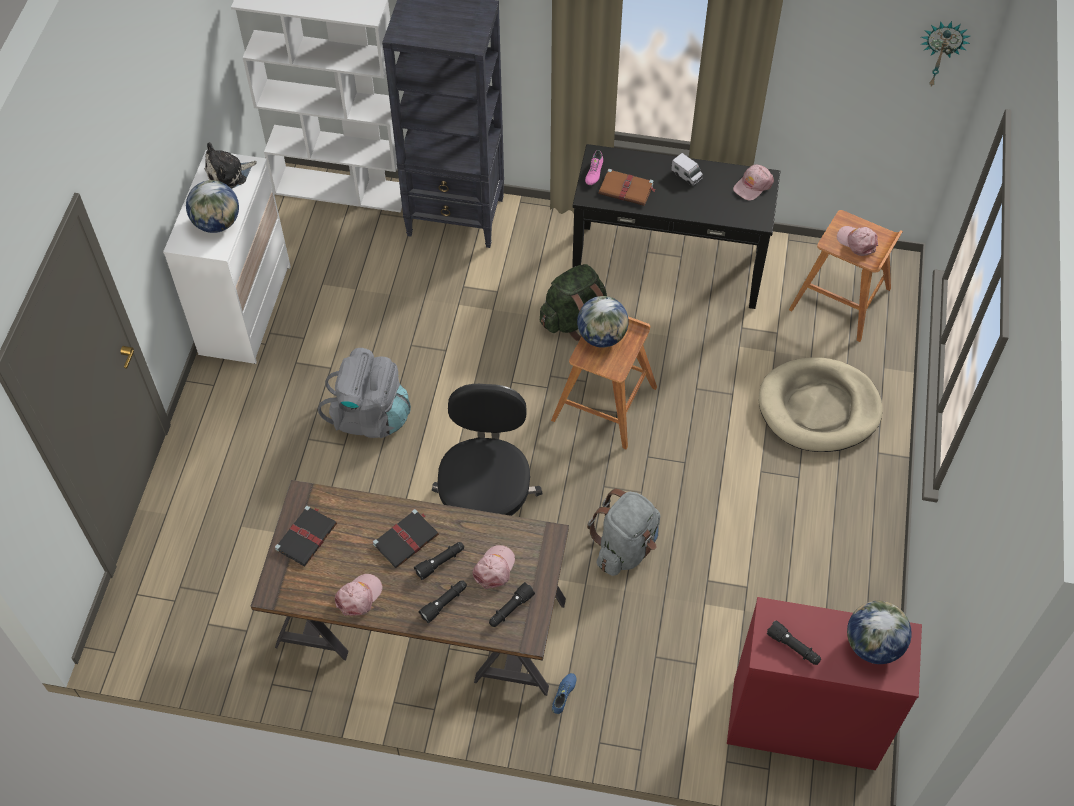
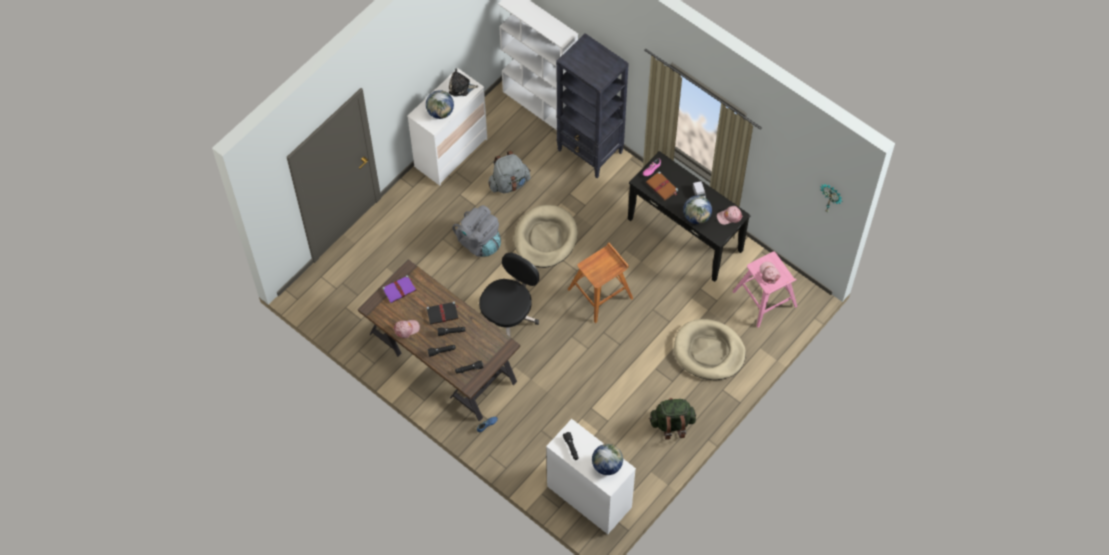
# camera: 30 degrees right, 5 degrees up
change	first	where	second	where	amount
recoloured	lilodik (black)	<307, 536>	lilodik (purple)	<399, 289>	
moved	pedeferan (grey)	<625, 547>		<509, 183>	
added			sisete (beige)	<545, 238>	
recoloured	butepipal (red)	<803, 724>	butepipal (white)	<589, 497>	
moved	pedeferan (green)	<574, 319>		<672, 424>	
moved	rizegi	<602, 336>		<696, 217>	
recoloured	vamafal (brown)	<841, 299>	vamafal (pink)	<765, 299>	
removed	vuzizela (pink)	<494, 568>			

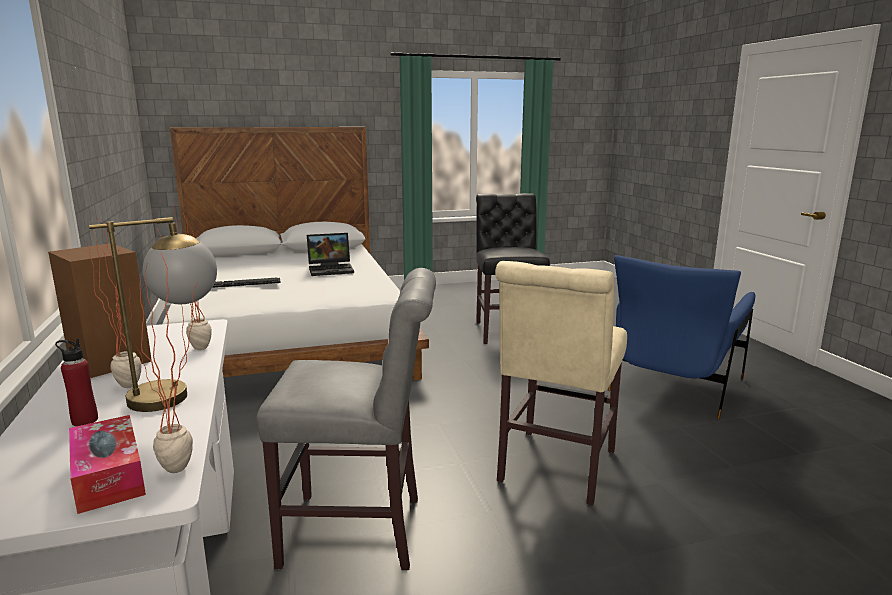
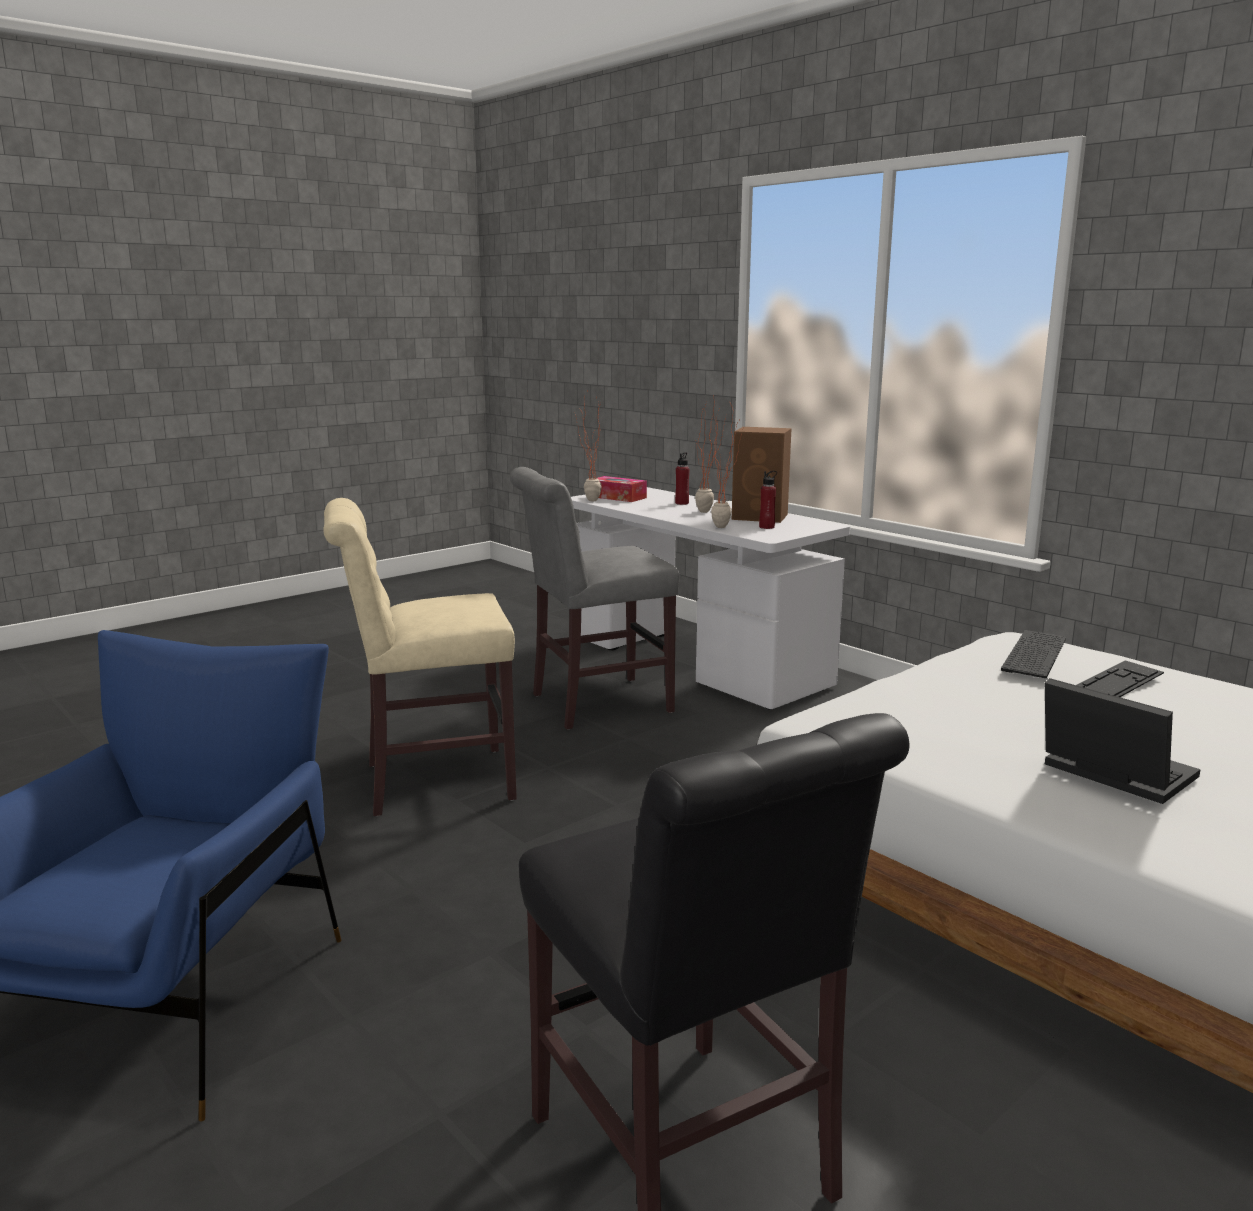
# camera: 155 degrees right, 0 degrees up
change	first	where	second	where	amount
turned	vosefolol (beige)	<554, 469>		<429, 782>	105 degrees counterclockwise
added			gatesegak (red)	<767, 527>	
added			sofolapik	<1032, 653>	
turned	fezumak	<332, 269>		<1110, 773>	90 degrees clockwise
removed	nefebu	<179, 393>			

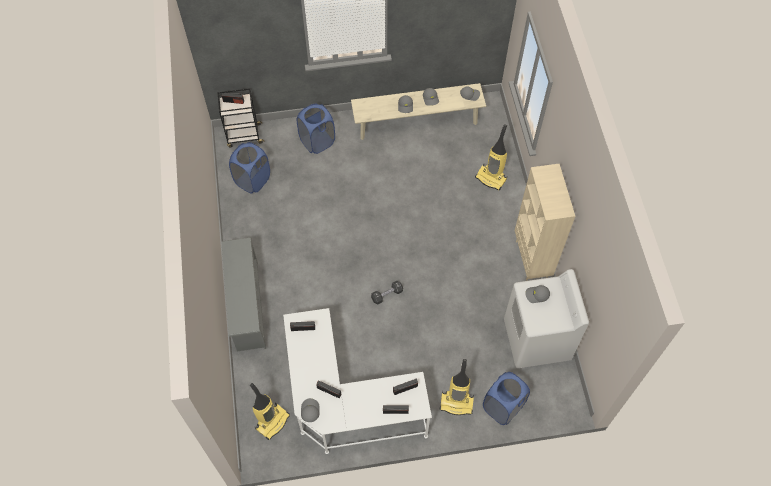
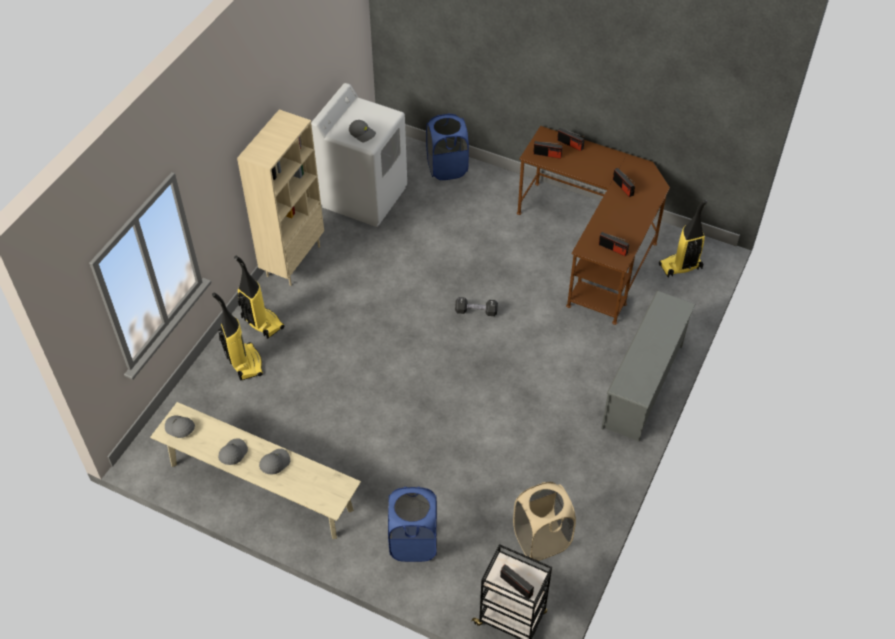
# camera: 145 degrees left, 10 degrees down
change	first	where	second	where	amount
moved	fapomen	<457, 403>		<261, 323>	
recoloured	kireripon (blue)	<252, 180>	kireripon (beige)	<541, 539>	
recoloured	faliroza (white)	<345, 403>	faliroza (brown)	<595, 244>	
removed	vuzizela (grey)	<309, 411>			

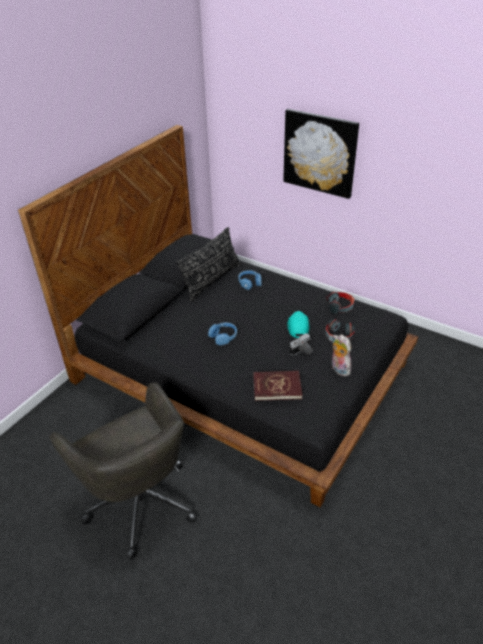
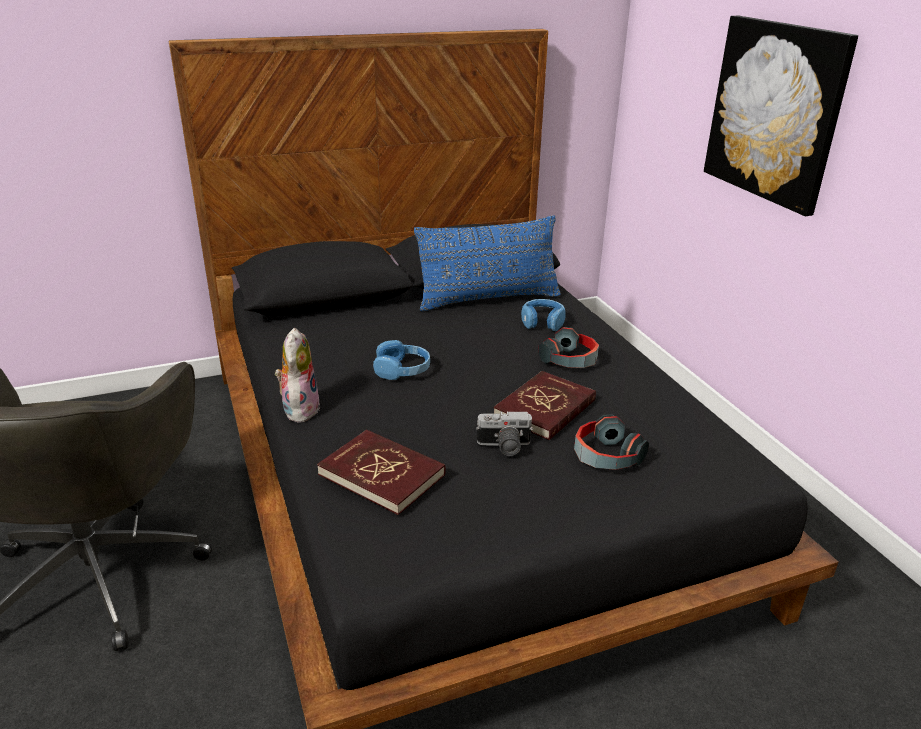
# camera: 35 degrees right, 10 degrees down
change	first	where	second	where	amount
moved	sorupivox	<338, 369>		<299, 409>	
recoloured	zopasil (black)	<212, 280>	zopasil (blue)	<488, 299>	
replaced	vuzizela (turquoise)	<297, 326>	lilodik (red)	<545, 408>	
moved	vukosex	<340, 306>		<570, 360>	

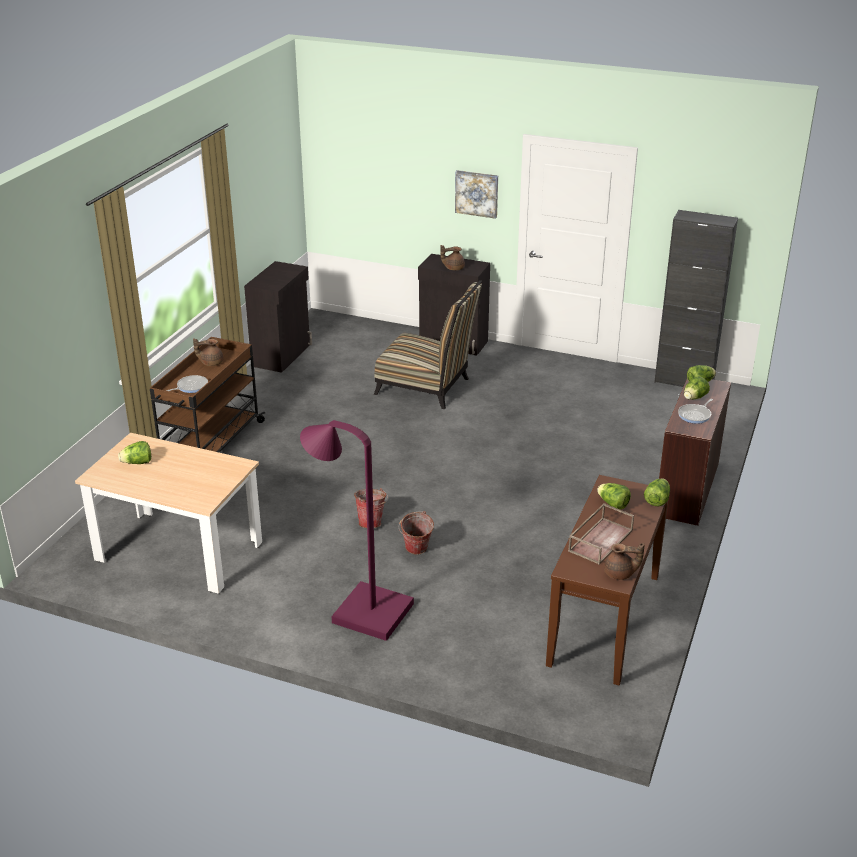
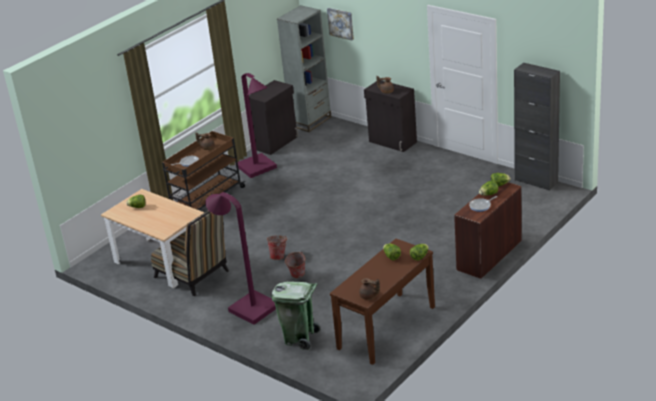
# camera: 20 degrees right, 0 degrees up
change	first	where	second	where	amount
moved	vosefolol	<428, 388>		<195, 276>	
added			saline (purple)	<259, 169>	
added			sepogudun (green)	<300, 338>	
added			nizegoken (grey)	<310, 121>	
moved	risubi	<477, 193>		<341, 23>	
removed	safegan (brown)	<600, 540>			

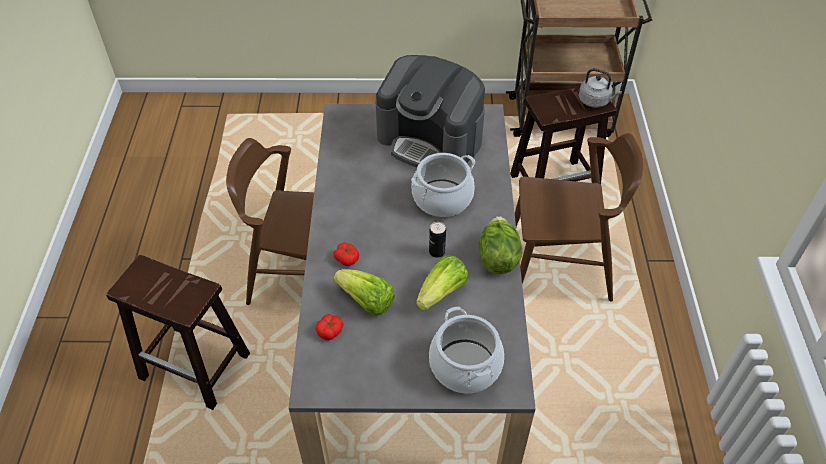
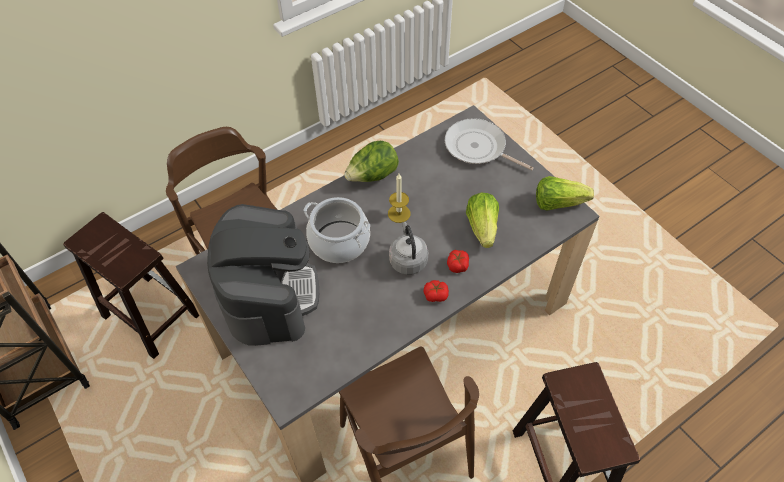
# camera: 125 degrees left, 5 degrees up
change	first	where	second	where	amount
replaced	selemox	<437, 252>	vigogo	<399, 213>	
moved	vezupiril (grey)	<595, 101>		<408, 259>	
moved	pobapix	<330, 331>		<435, 294>	
replaced	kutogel	<465, 366>	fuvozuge	<478, 148>	
moved	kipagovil	<442, 292>		<558, 203>	

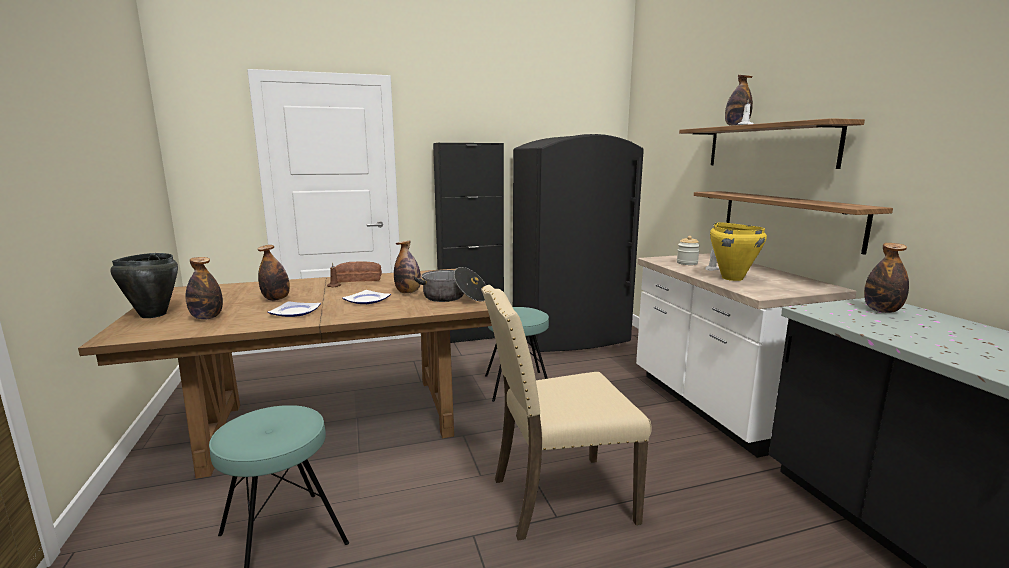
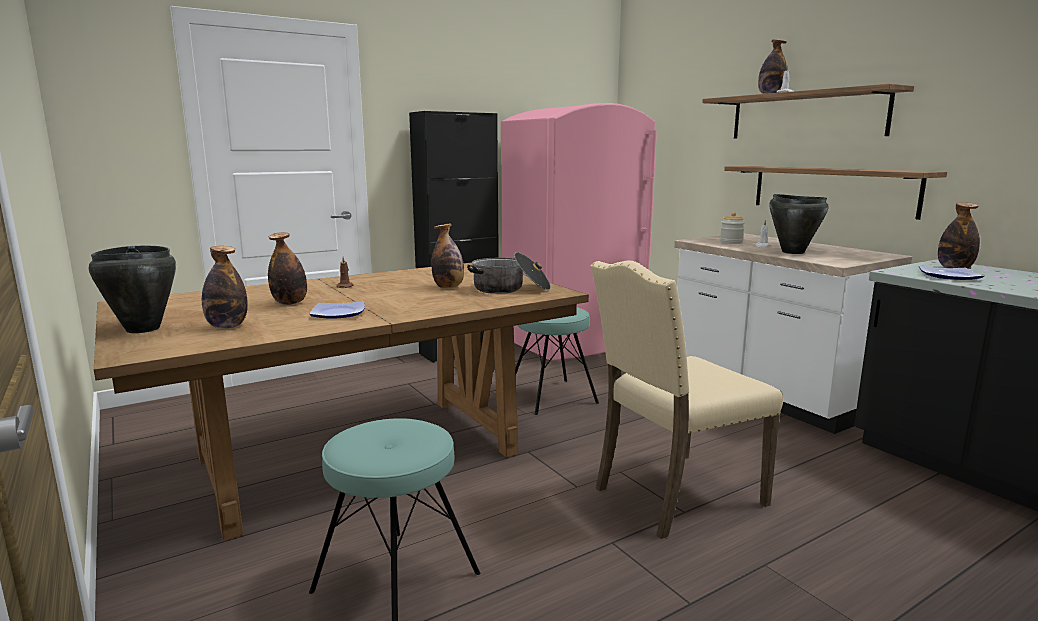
# camera: 15 degrees left, 0 degrees up
change	first	where	second	where	amount
recoloured	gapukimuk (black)	<570, 336>	gapukimuk (pink)	<574, 342>	
recoloured	kutogel (yellow)	<732, 278>	kutogel (black)	<792, 252>	
moved	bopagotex	<366, 300>		<948, 276>	
removed	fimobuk	<358, 279>			

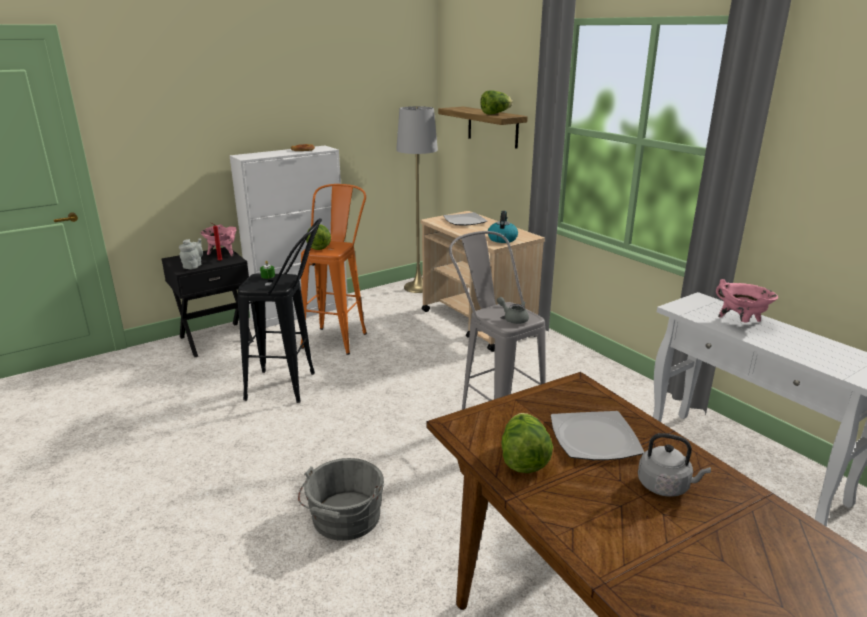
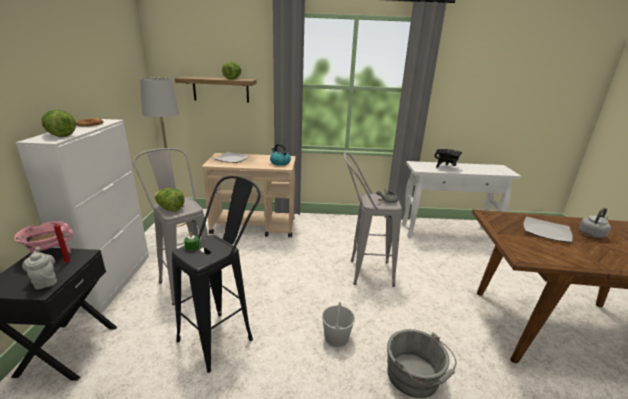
# camera: 55 degrees left, 0 degrees up
change	first	where	second	where	amount
moved	kipagovil	<523, 459>		<60, 135>	
recoloured	vamafal (orange)	<338, 336>	vamafal (grey)	<185, 280>	
added			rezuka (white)	<336, 337>	
recoloured	kutogel (pink)	<741, 323>	kutogel (black)	<445, 167>	

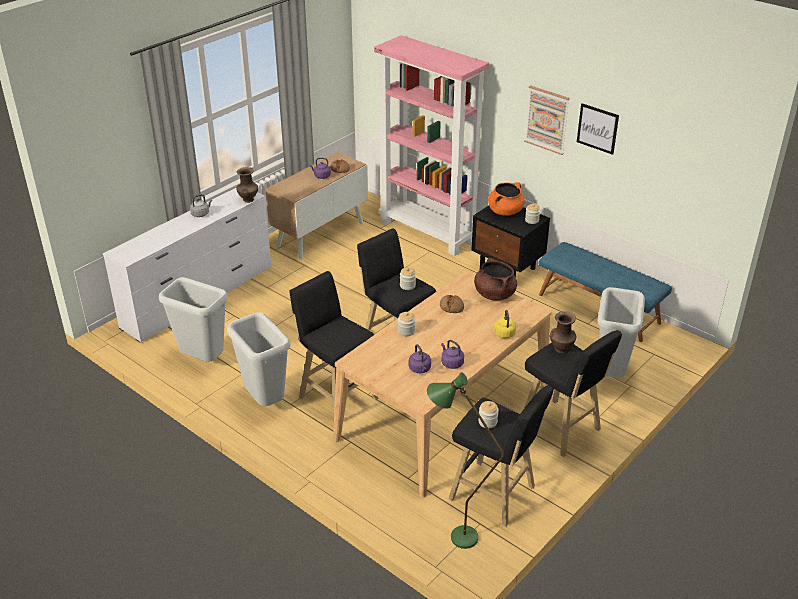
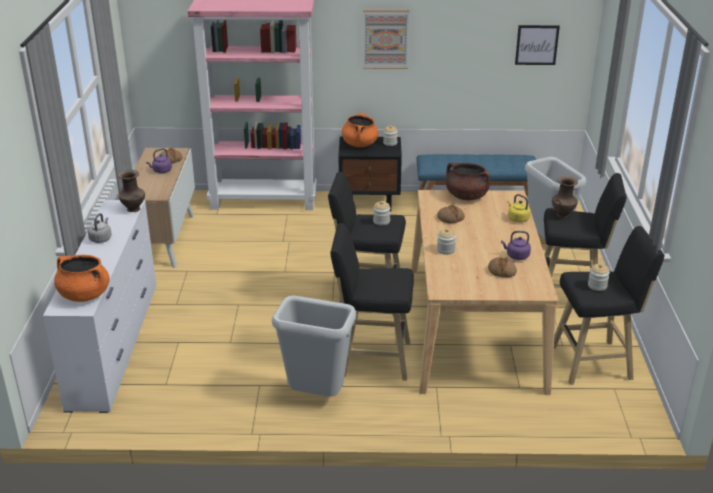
# camera: 40 degrees left, 5 degrees down
change	first	where	second	where	amount
added			kutogel (orange)	<84, 295>	
replaced	vezupiril (purple)	<420, 369>	fimobuk	<502, 271>	
moved	risubi	<597, 128>		<536, 45>	
removed	sepogudun (grey)	<202, 361>			
removed	saline (green)	<454, 536>			

